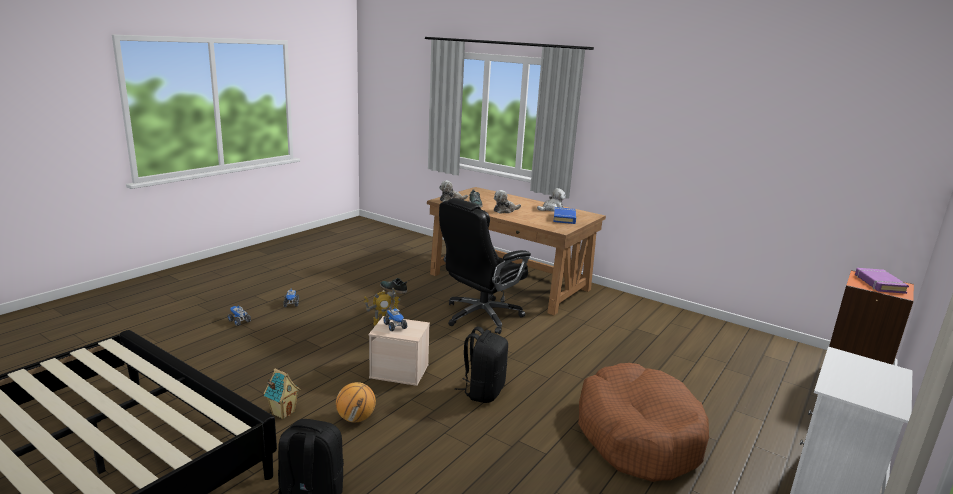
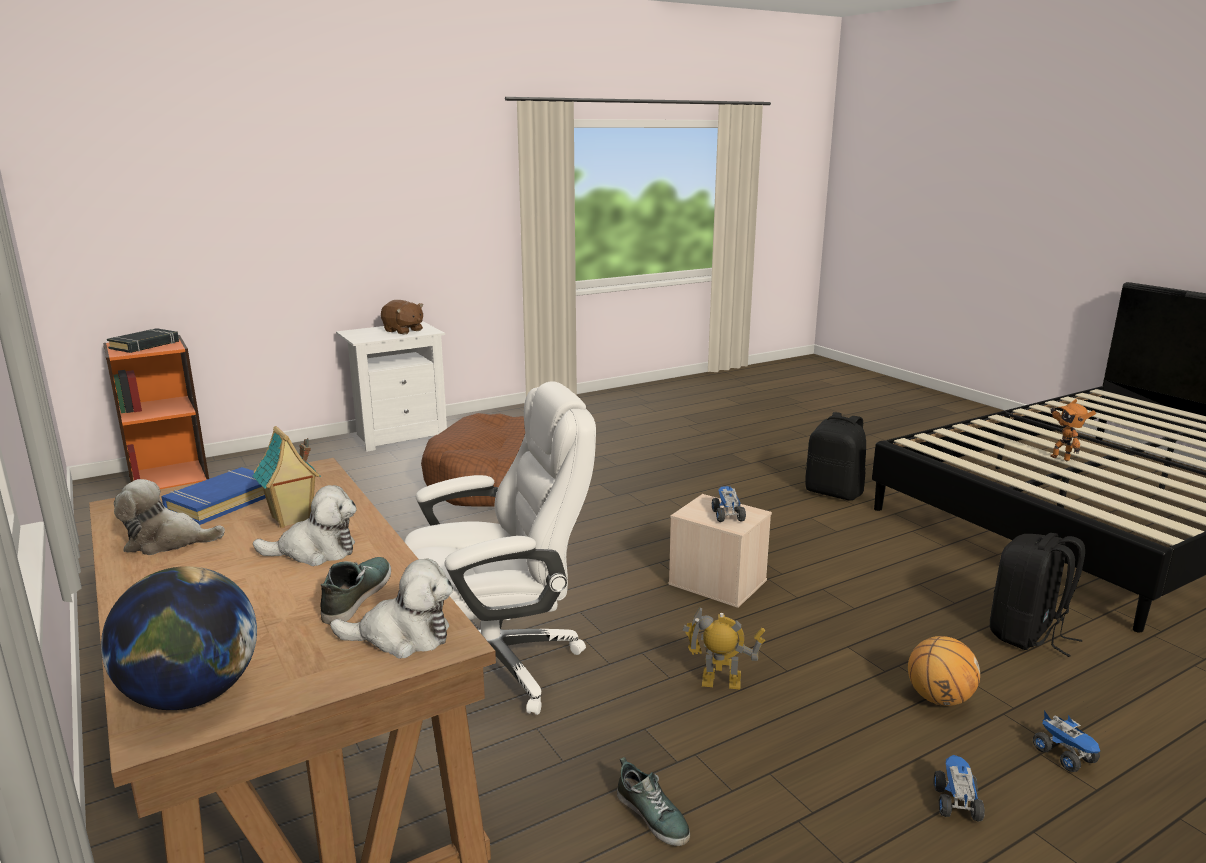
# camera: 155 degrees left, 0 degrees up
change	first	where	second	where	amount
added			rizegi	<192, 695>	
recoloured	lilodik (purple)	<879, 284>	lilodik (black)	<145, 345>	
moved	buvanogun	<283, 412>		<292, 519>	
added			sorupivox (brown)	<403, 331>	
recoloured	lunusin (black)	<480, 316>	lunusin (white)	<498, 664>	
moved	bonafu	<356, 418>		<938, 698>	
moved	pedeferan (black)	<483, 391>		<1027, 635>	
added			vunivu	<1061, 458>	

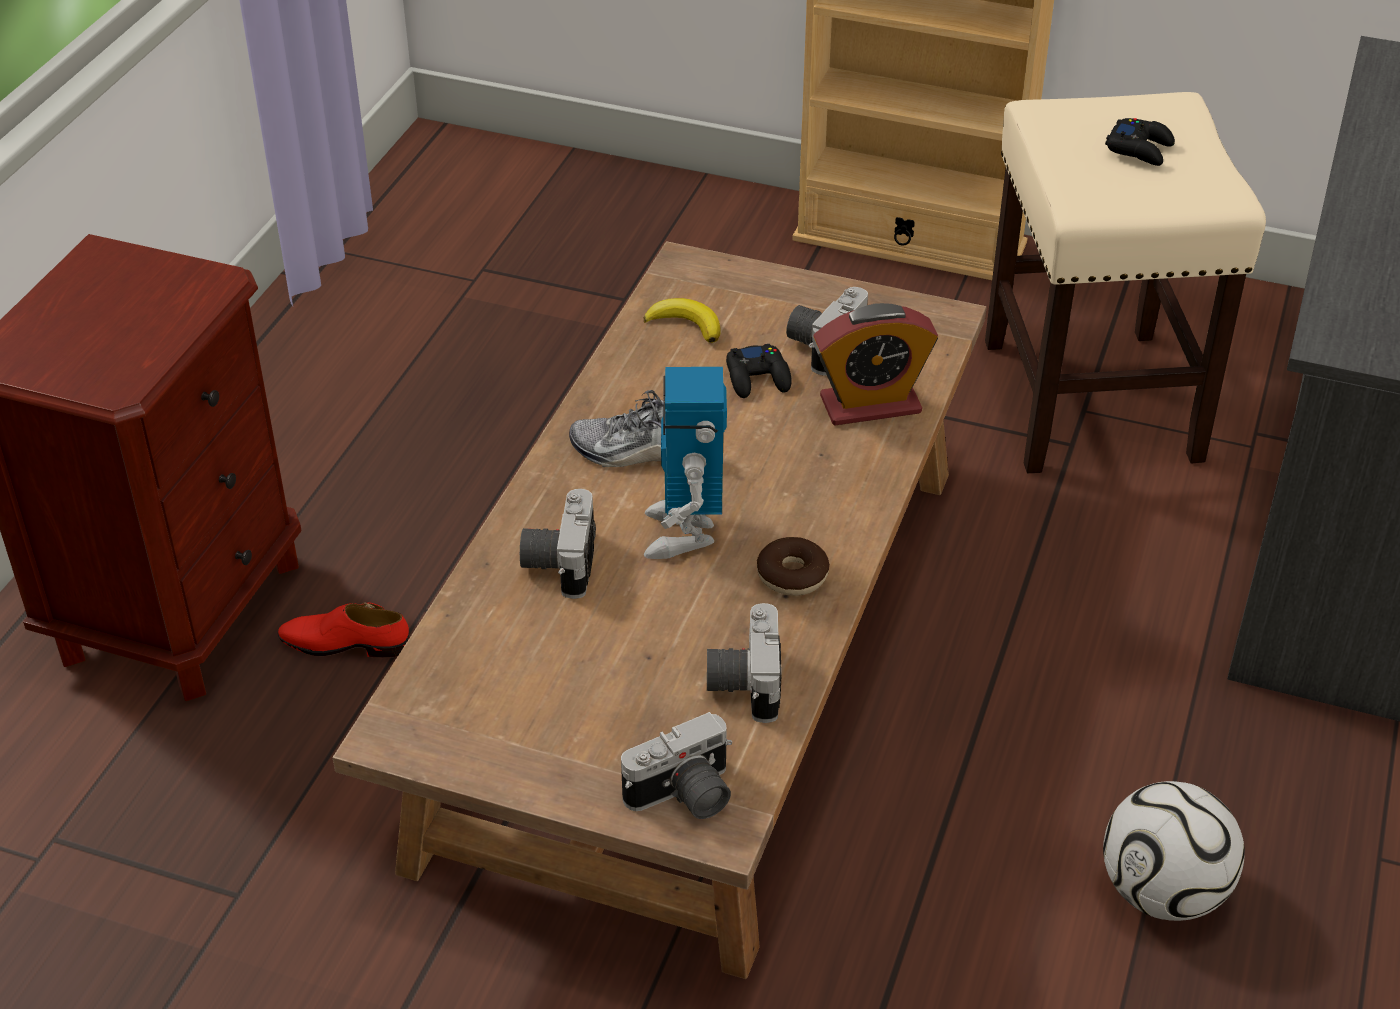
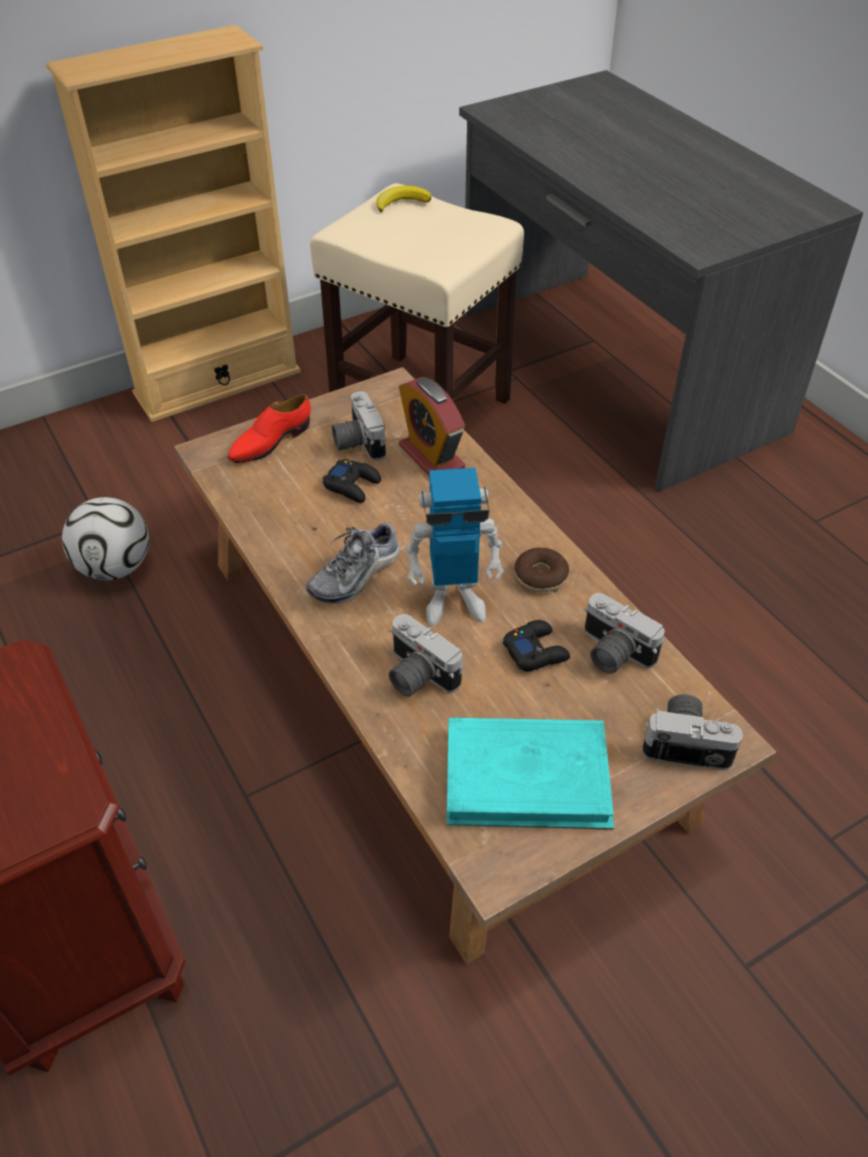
# camera: 50 degrees left, 5 degrees up
change	first	where	second	where	amount
moved	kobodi	<1161, 892>		<115, 567>	
moved	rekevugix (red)	<345, 644>		<270, 442>	
moved	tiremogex	<686, 324>		<401, 202>	
turned	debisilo	<870, 405>		<431, 457>	120 degrees clockwise
turned	vunivu	<684, 533>		<454, 600>	45 degrees counterclockwise
added			lilodik (turquoise)	<527, 777>	
moved	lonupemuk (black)	<1140, 149>		<536, 651>	
turned	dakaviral	<684, 797>		<687, 742>	90 degrees counterclockwise

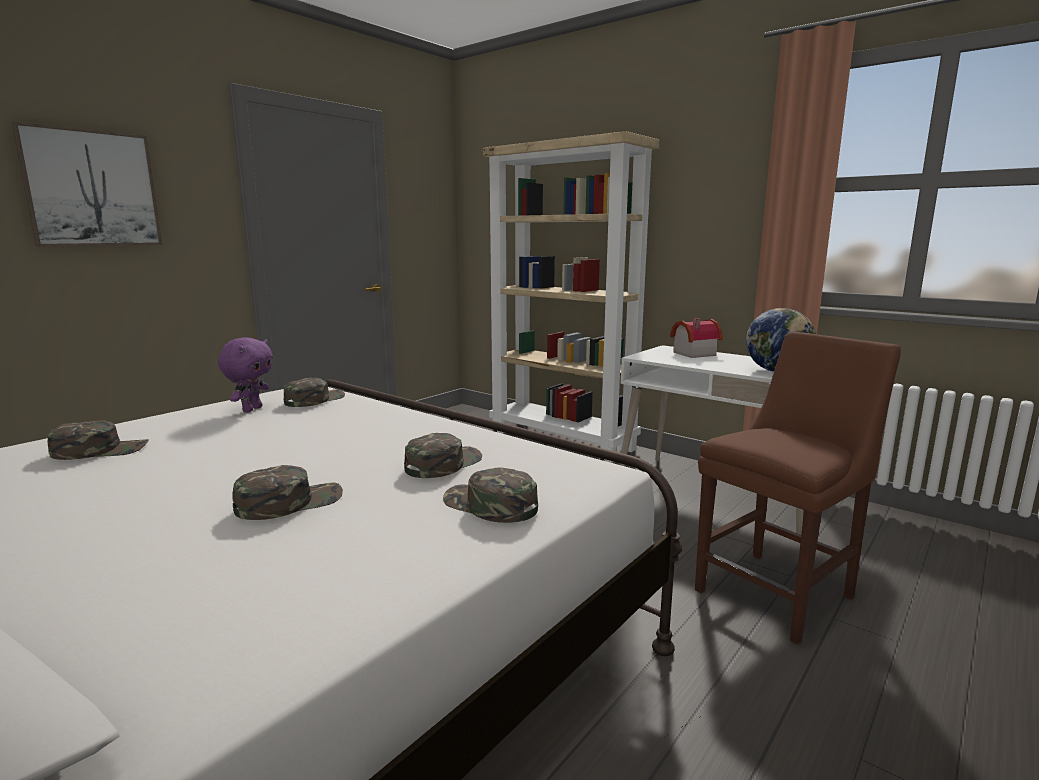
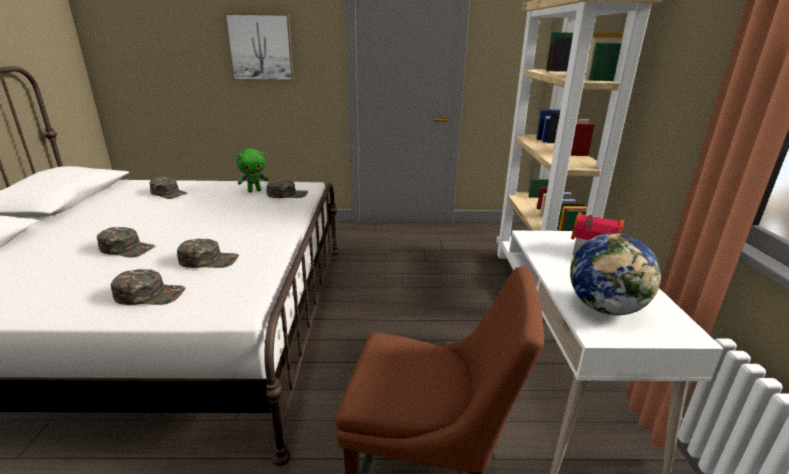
# camera: 50 degrees right, 10 degrees up
change	first	where	second	where	amount
turned	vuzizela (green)	<489, 505>		<150, 294>	90 degrees clockwise
recoloured	sorupivox (purple)	<251, 409>	sorupivox (green)	<254, 190>	

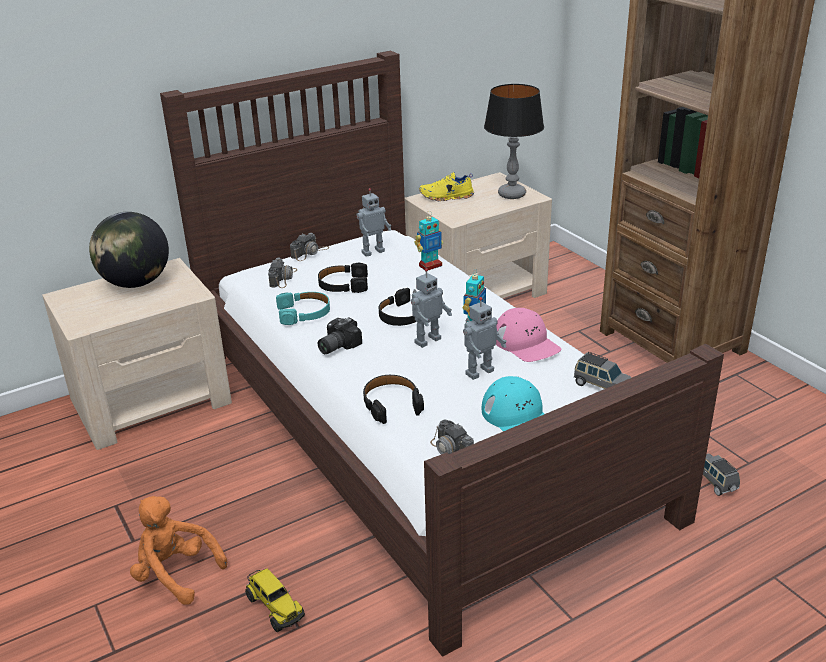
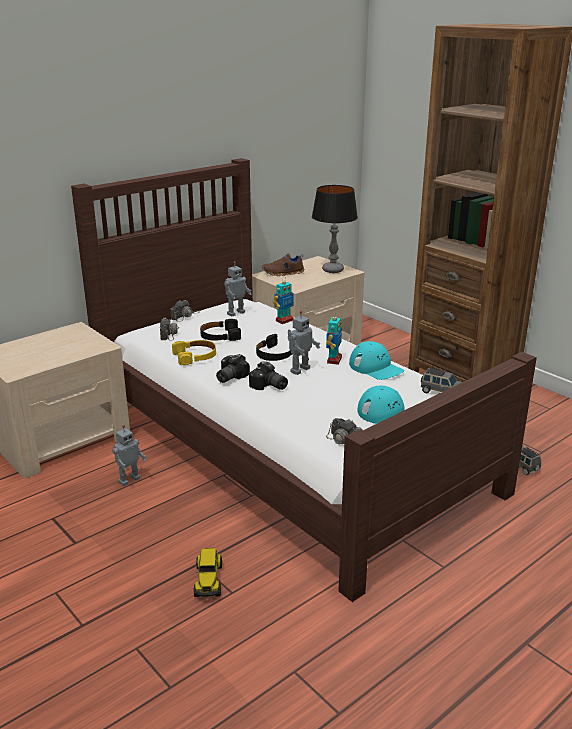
# camera: 10 degrees left, 5 degrees down
change	first	where	second	where	amount
moved	vunivu	<478, 372>		<128, 479>	
recoloured	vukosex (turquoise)	<304, 313>	vukosex (yellow)	<195, 356>	
turned	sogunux	<275, 607>		<208, 580>	45 degrees clockwise
added			dakaviral	<269, 387>	
recoloured	rekevugix (yellow)	<446, 197>	rekevugix (brown)	<283, 273>	
recoloured	vuzizela (pink)	<526, 343>	vuzizela (turquoise)	<376, 368>	
removed	rizegi	<136, 283>			
removed	sorupivox (orange)	<175, 574>			
removed	vukosex (black)	<391, 404>			

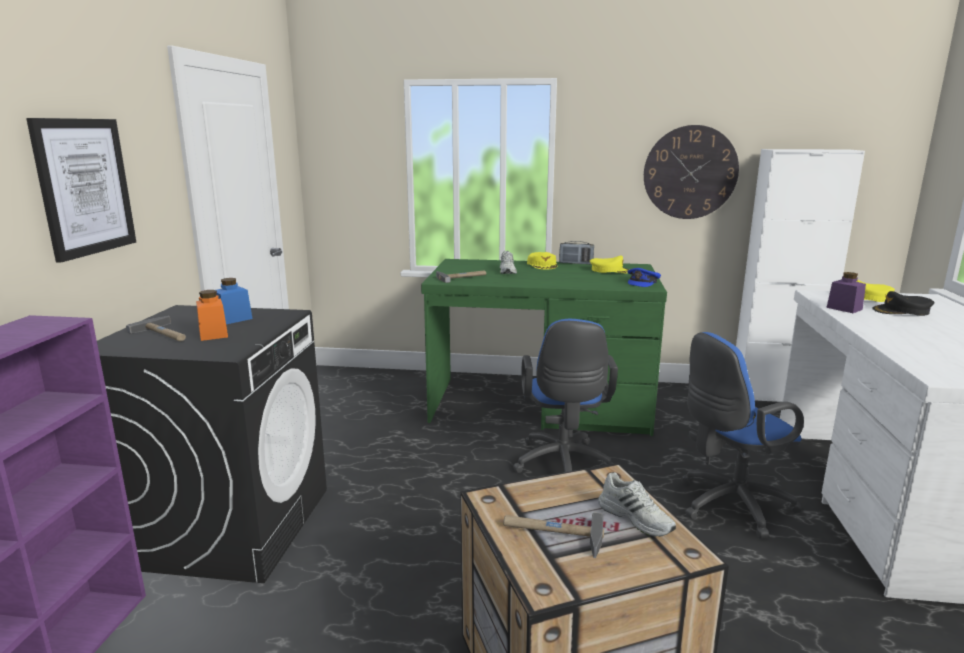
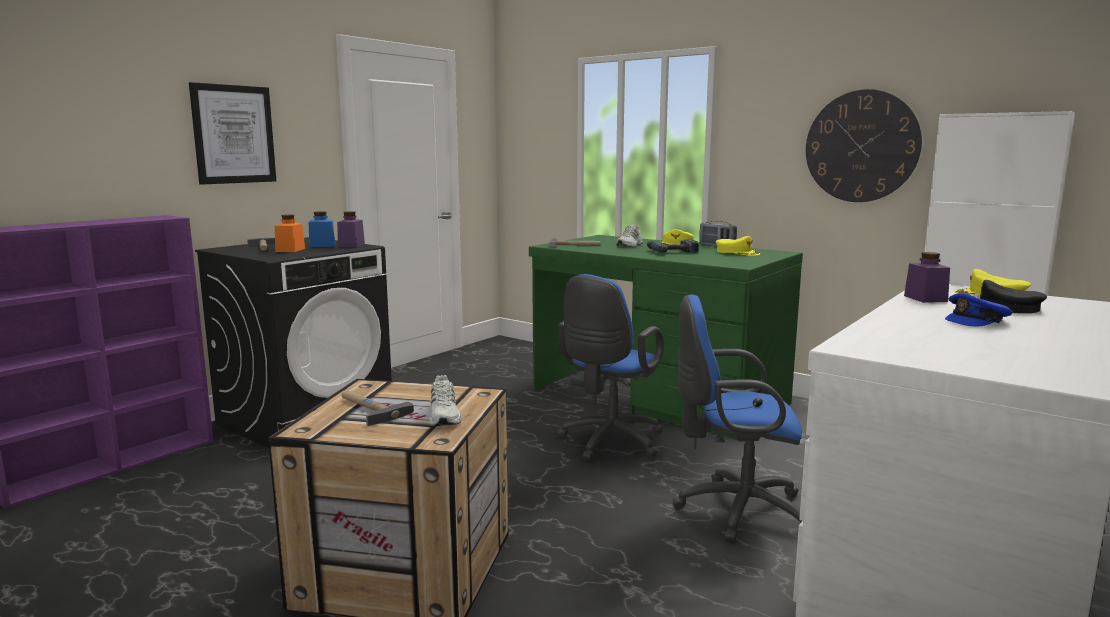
# camera: 30 degrees right, 5 degrees down
change	first	where	second	where	amount
added			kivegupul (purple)	<351, 245>	
added			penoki	<671, 251>	
moved	vuzizela (blue)	<643, 282>		<977, 320>	

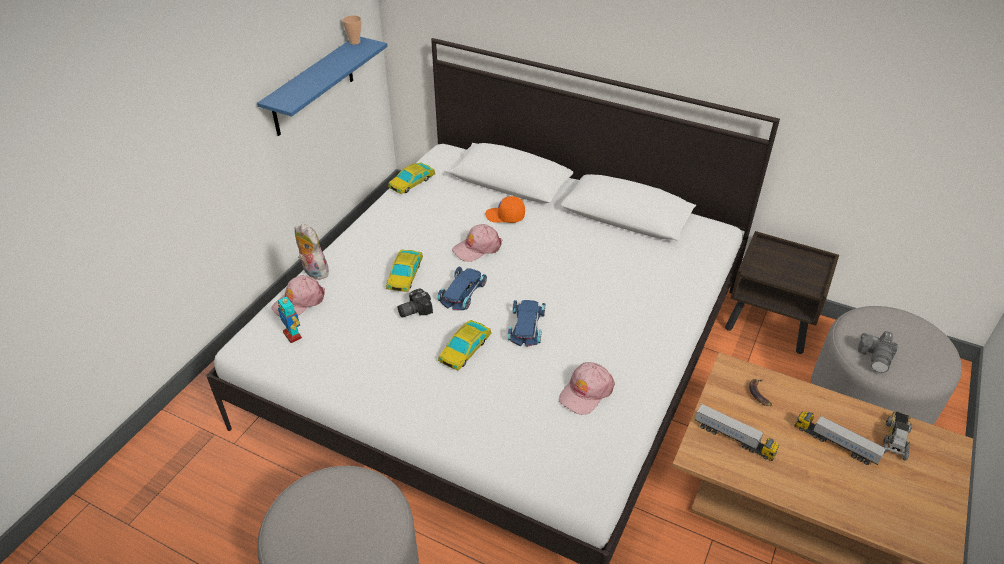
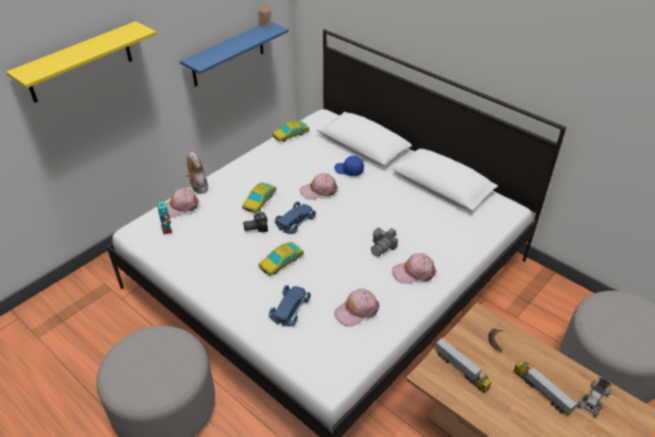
# camera: 15 degrees right, 0 degrees up
change	first	where	second	where	amount
added			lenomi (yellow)	<80, 62>	
moved	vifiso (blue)	<527, 325>		<291, 308>	
recoloured	vuzizela (orange)	<505, 216>	vuzizela (blue)	<348, 170>	
moved	dakaviral	<876, 357>		<383, 247>	
added			vuzizela (pink)	<413, 272>	
removed	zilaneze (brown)	<770, 325>			

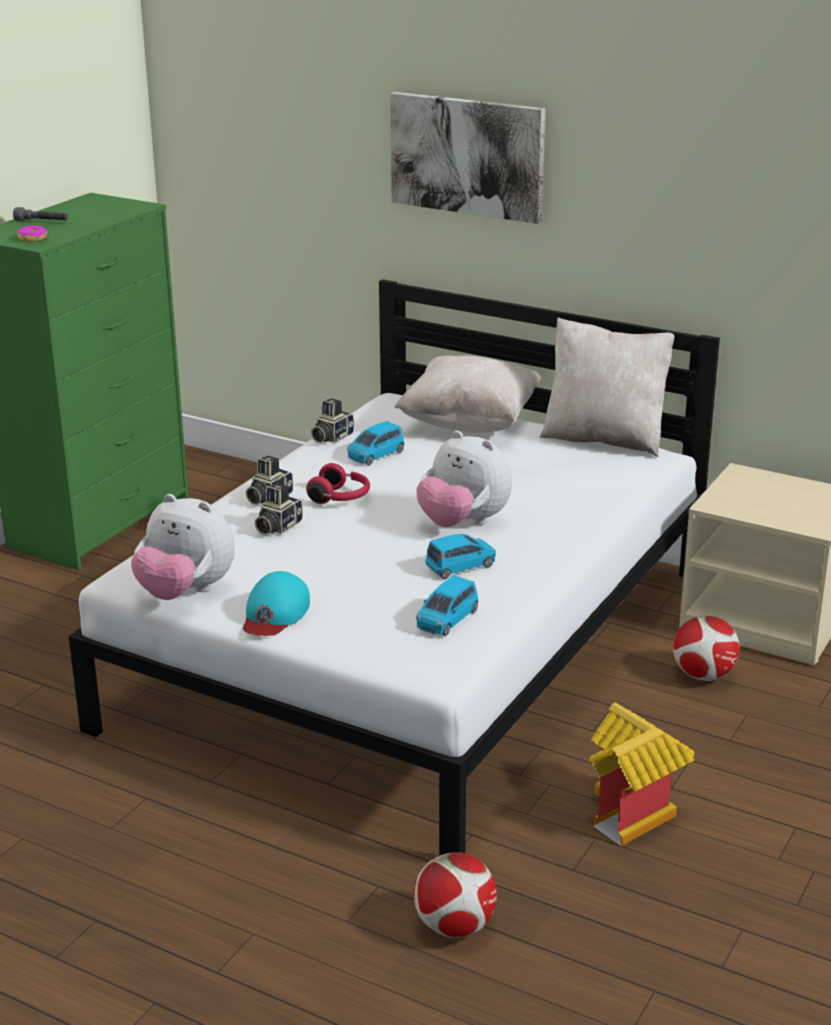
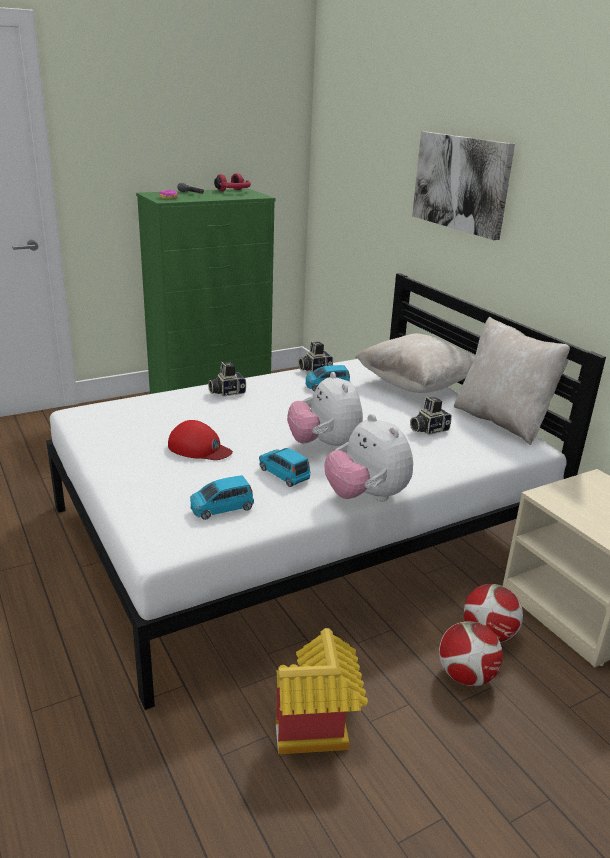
# camera: 30 degrees right, 0 degrees up
change	first	where	second	where	amount
added			vuzizela (red)	<199, 448>	
moved	vukosex (red)	<341, 498>		<234, 191>	
turned	vifiso (blue)	<460, 566>		<284, 474>	135 degrees counterclockwise
moved	sorupivox	<185, 592>		<366, 497>	
moved	dakaviral	<277, 527>		<428, 429>	
moved	kobodi	<455, 927>		<465, 676>	
removed	vuzizela (turquoise)	<275, 613>			

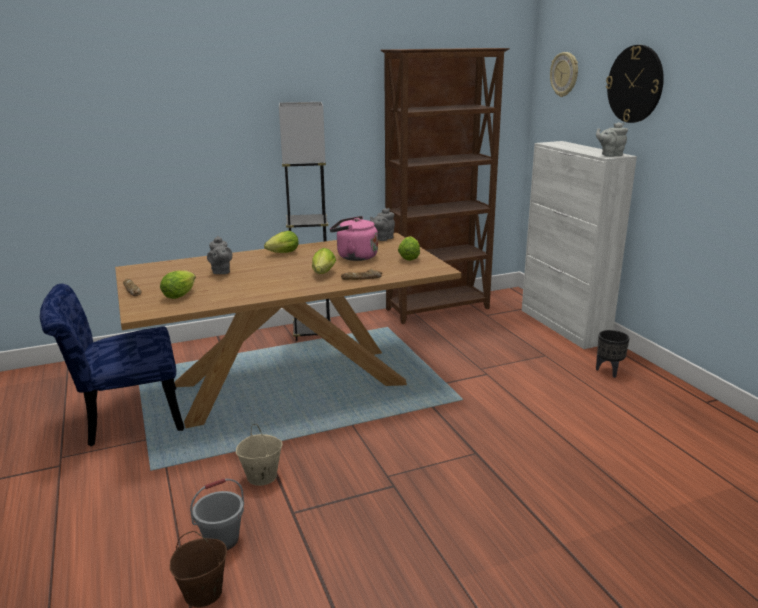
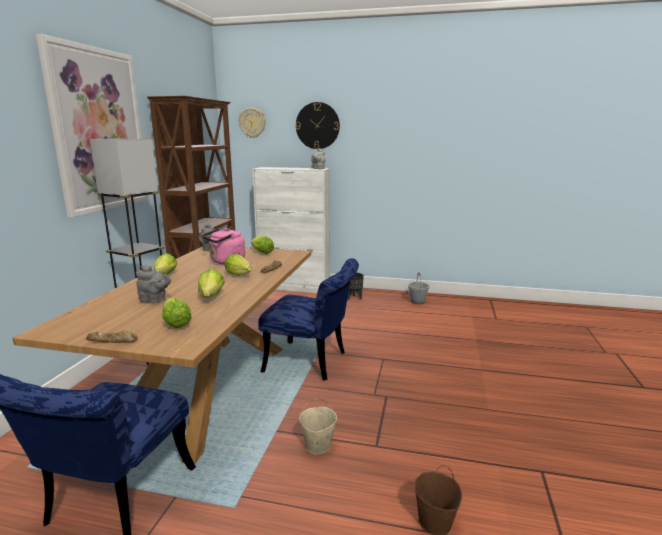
# camera: 55 degrees left, 5 degrees down
change	first	where	second	where	amount
added			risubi	<99, 130>	
added			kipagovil	<211, 297>	
added			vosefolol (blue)	<312, 362>	
moved	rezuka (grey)	<222, 540>		<417, 301>	

